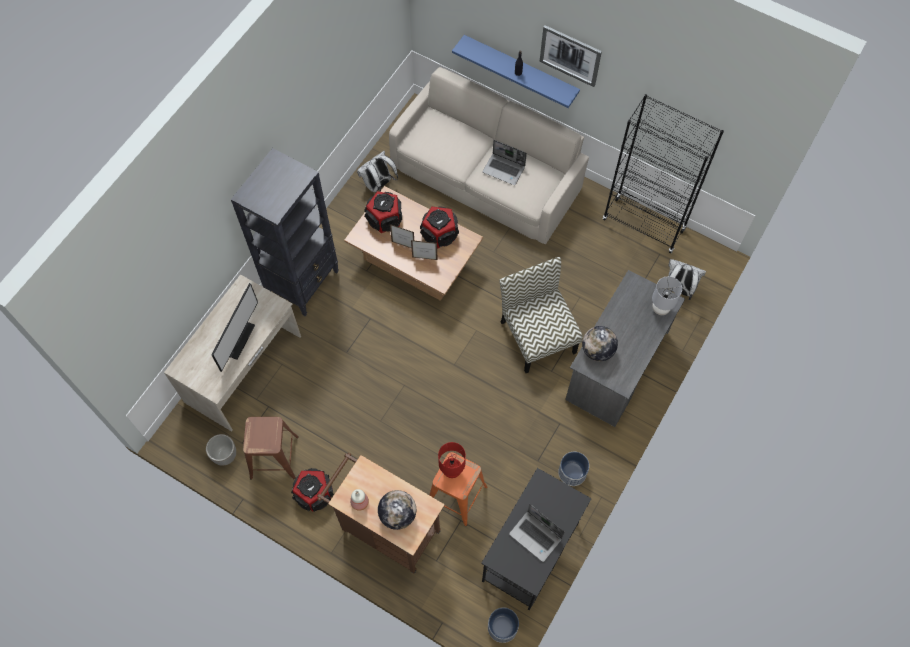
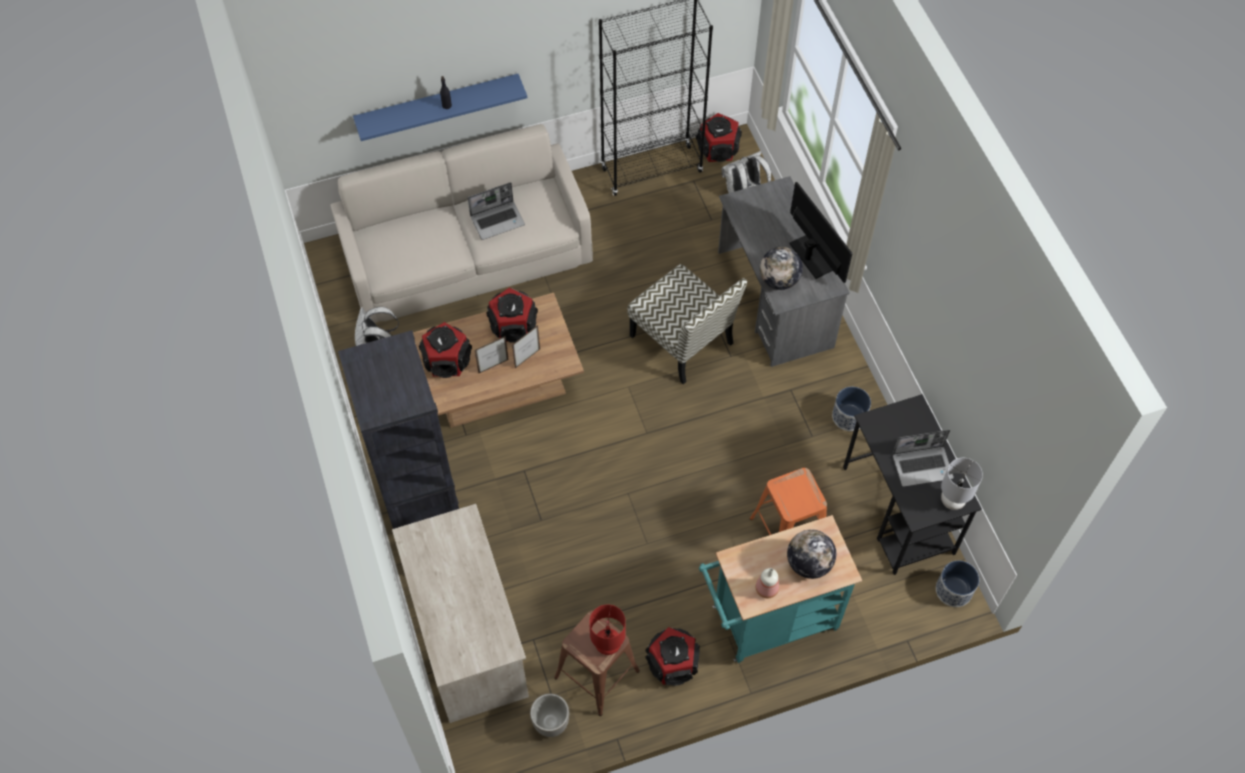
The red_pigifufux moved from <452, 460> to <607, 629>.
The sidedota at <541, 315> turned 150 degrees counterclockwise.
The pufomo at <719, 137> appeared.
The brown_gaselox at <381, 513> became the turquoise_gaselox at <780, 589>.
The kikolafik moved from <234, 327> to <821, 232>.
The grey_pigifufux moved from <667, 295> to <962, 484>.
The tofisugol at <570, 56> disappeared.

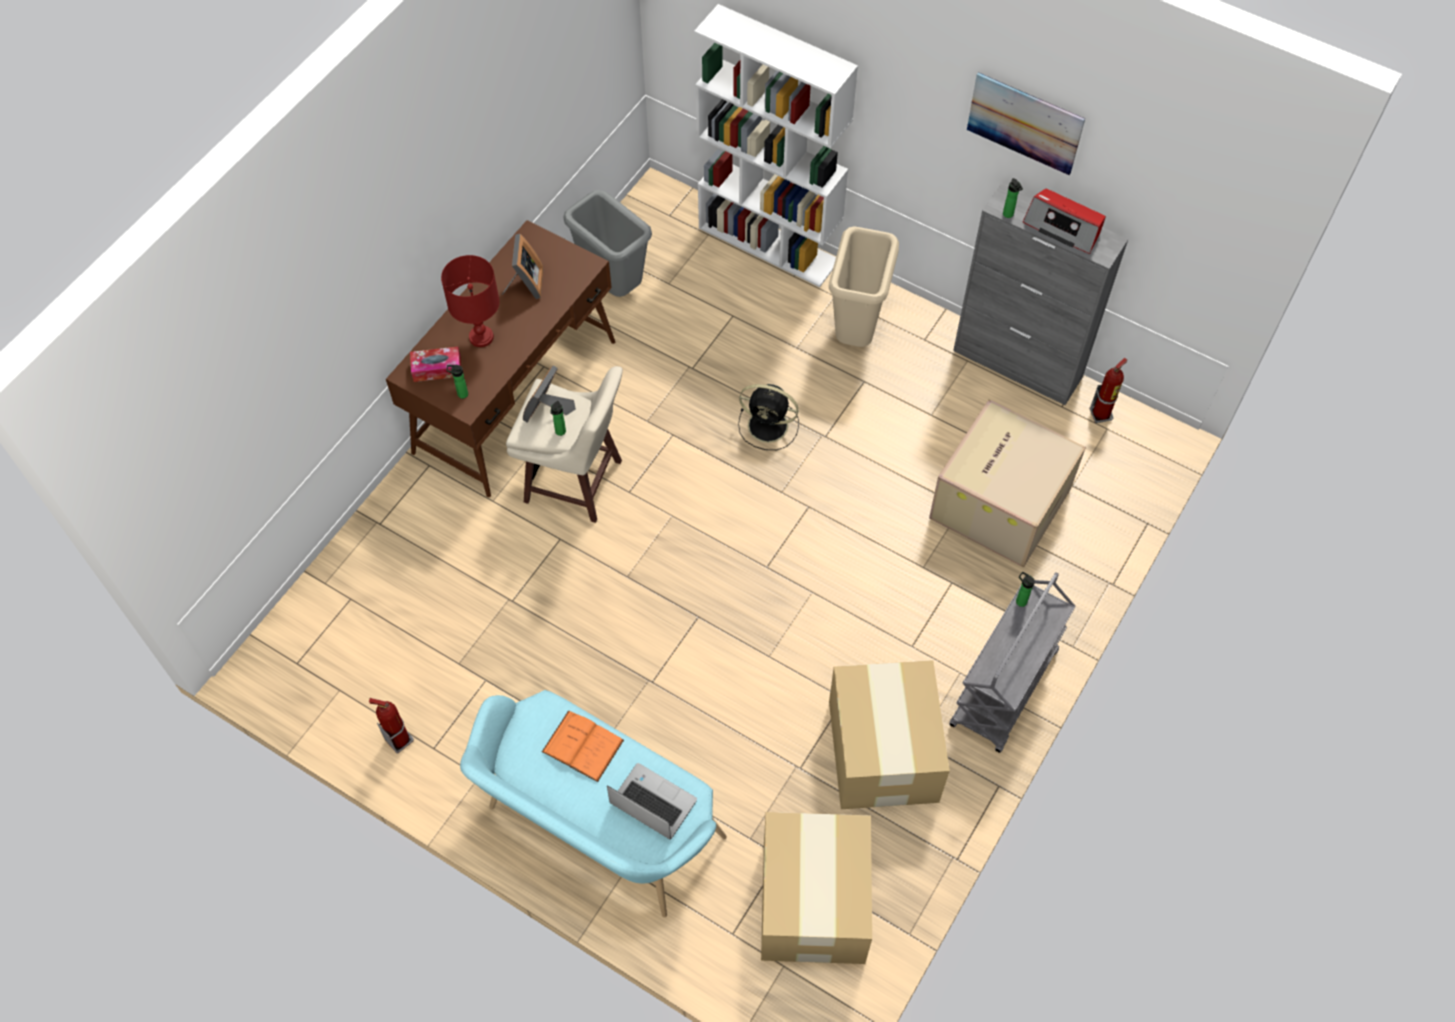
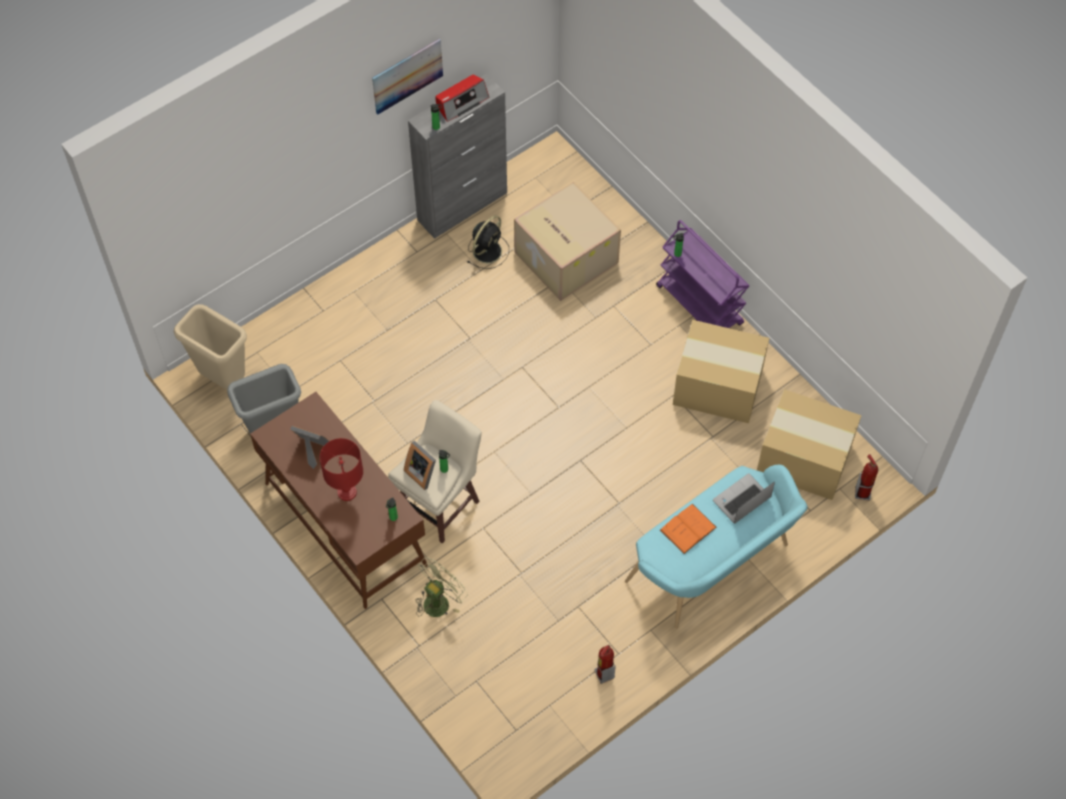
The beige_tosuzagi moved from <864, 286> to <210, 346>.
The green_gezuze at <442, 587> appeared.
The black_gezuze moved from <768, 417> to <488, 242>.
The grey_gaselox at <1012, 662> became the purple_gaselox at <702, 274>.
The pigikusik moved from <1108, 390> to <866, 477>.
The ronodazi at <435, 364> disappeared.
The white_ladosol at <776, 145> disappeared.

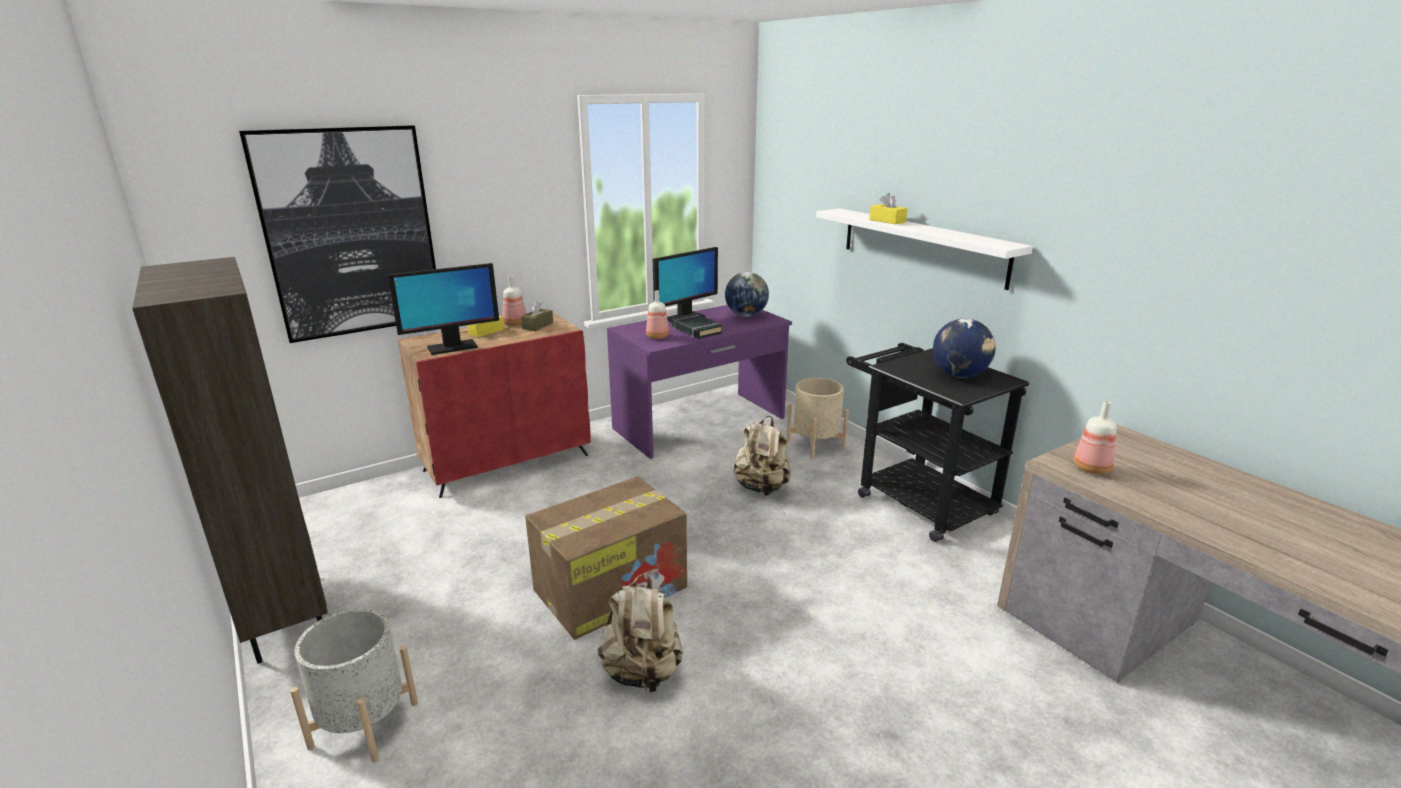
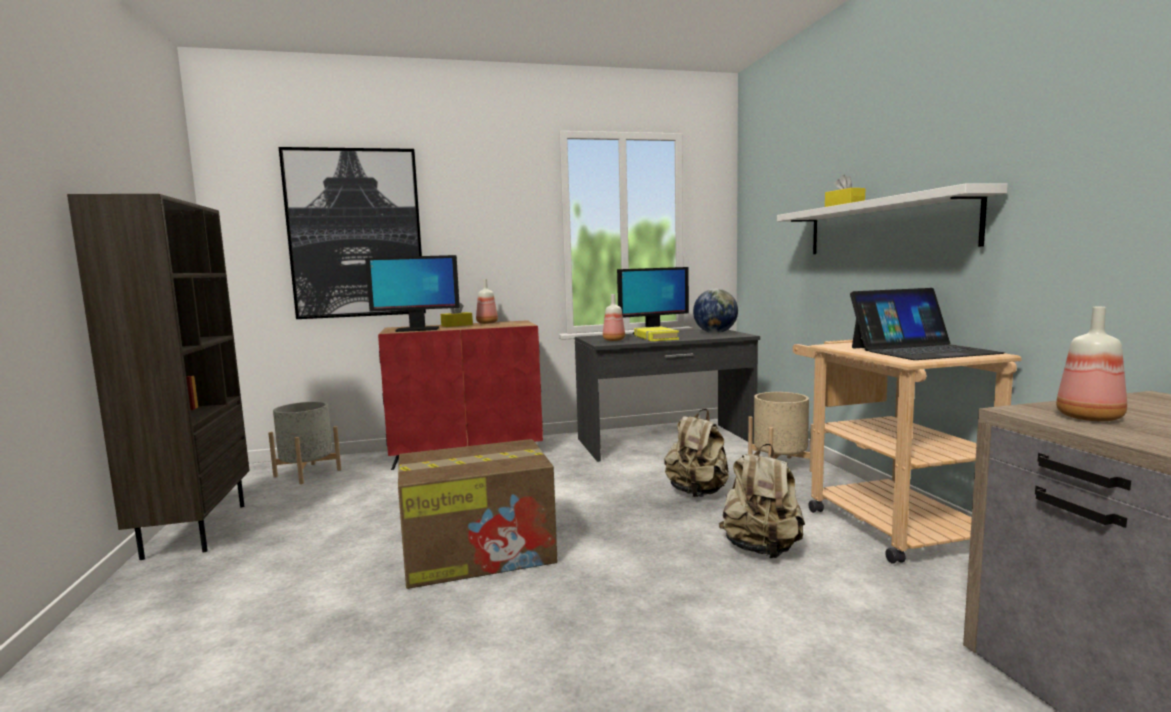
The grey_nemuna moved from <354, 685> to <304, 442>.
The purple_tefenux at <699, 382> became the grey_tefenux at <667, 395>.
The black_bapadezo at <697, 326> became the yellow_bapadezo at <656, 334>.
The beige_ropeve moved from <640, 634> to <762, 501>.
The black_gaselox at <937, 442> became the beige_gaselox at <907, 451>.
The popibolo at <964, 348> was replaced by the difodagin at <927, 324>.
The brown_ronodazi at <537, 316> disappeared.

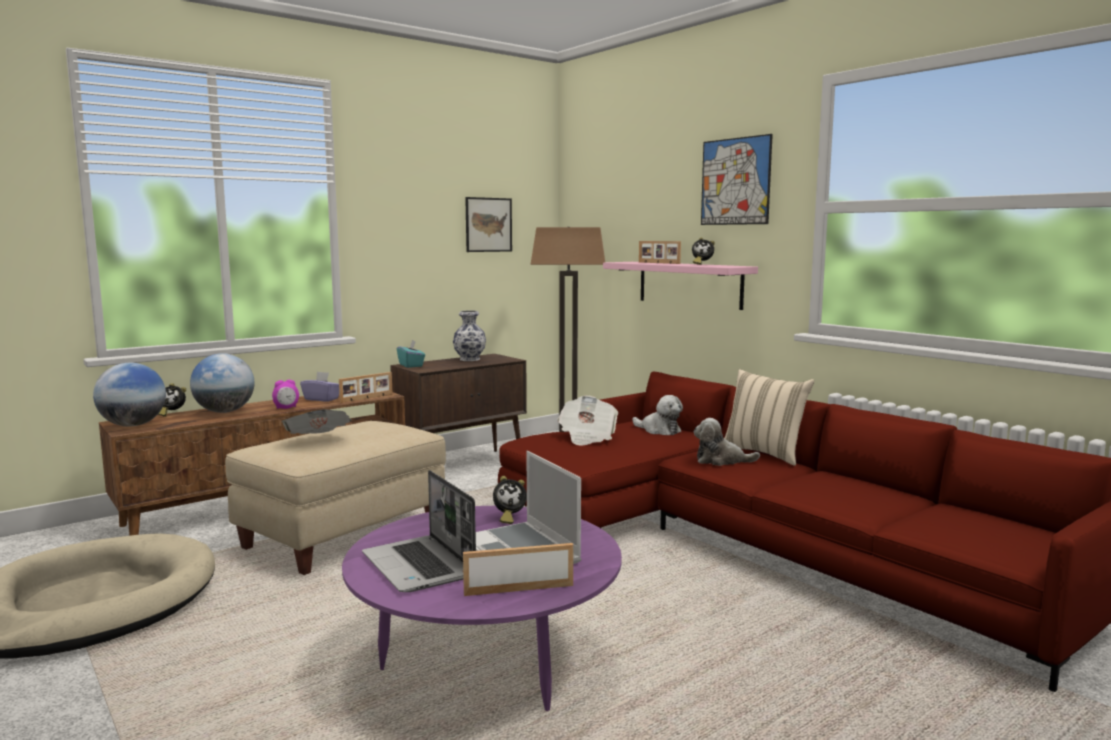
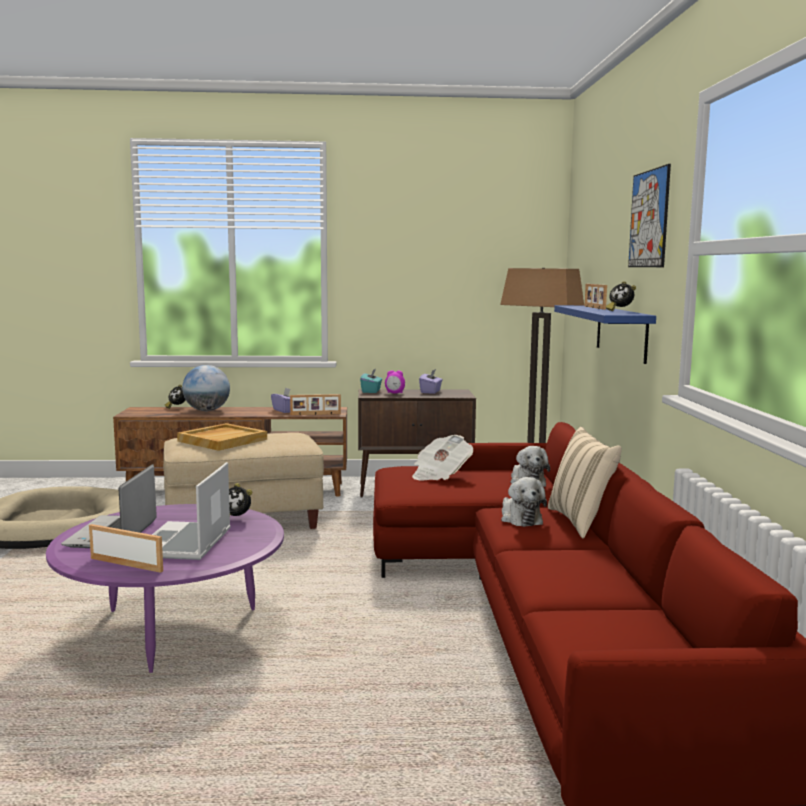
The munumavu at <316, 421> was replaced by the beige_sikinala at <222, 437>.
The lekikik moved from <285, 394> to <395, 381>.
The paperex at <469, 336> was replaced by the purple_ronodazi at <431, 381>.
The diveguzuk at <727, 442> turned 150 degrees counterclockwise.
The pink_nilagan at <680, 286> became the blue_nilagan at <605, 334>.
The popibolo at <129, 395> disappeared.
The tofisugol at <488, 224> disappeared.

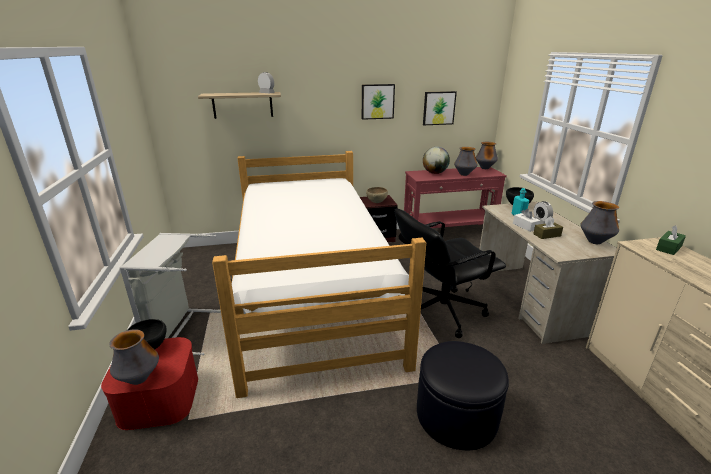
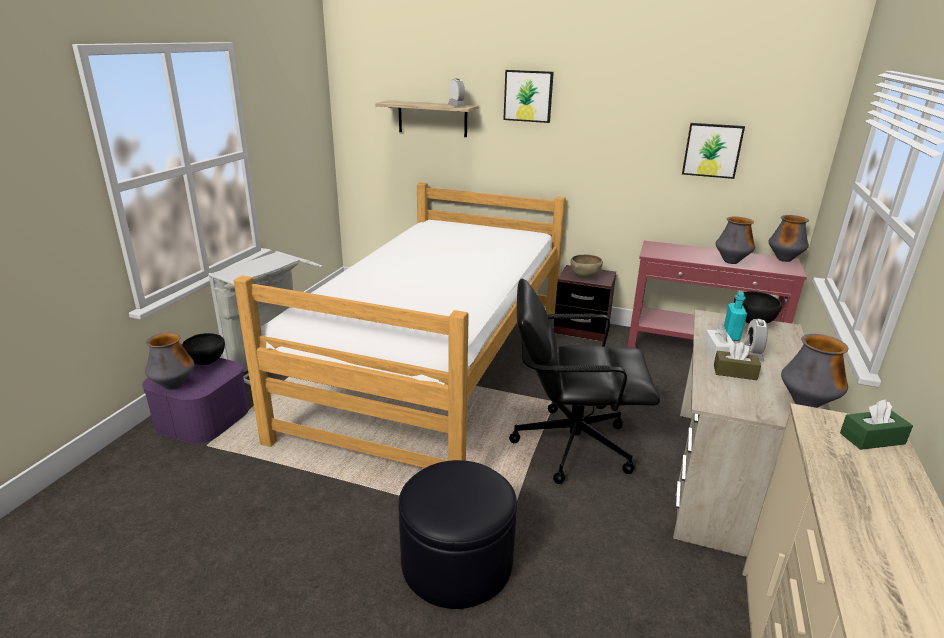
The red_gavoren at <149, 383> became the purple_gavoren at <195, 401>.
The tofisugol moved from <378, 102> to <528, 96>.
The popibolo at <436, 160> disappeared.

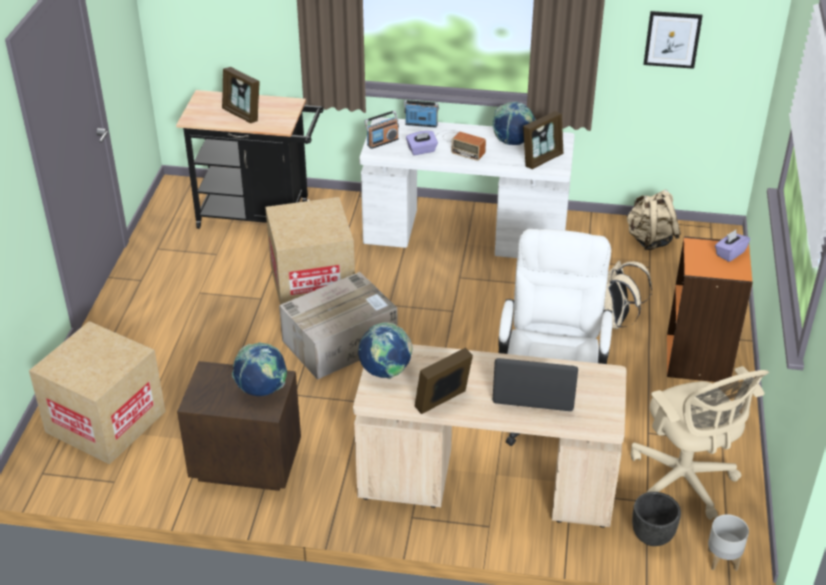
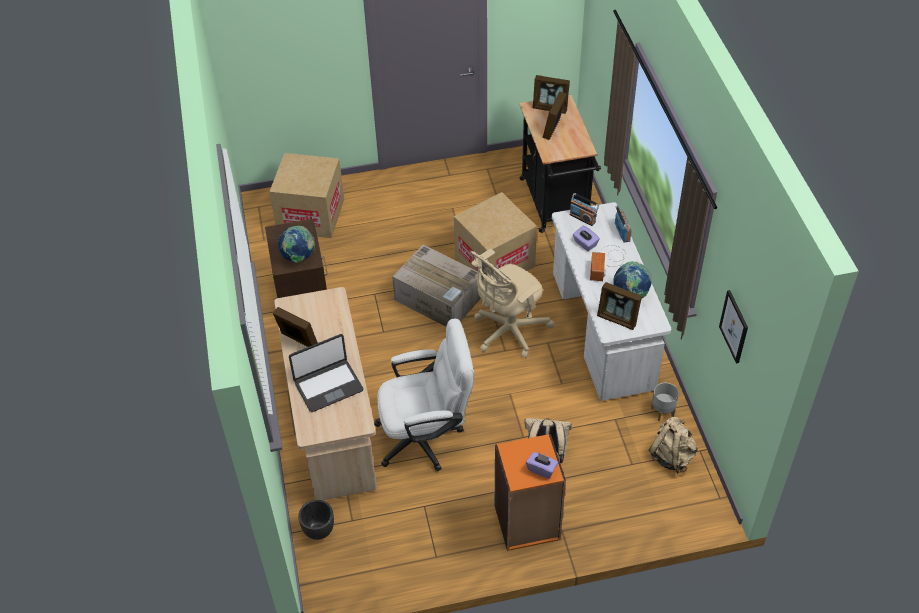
The difodagin at <535, 384> turned 75 degrees clockwise.
The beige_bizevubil moved from <700, 443> to <512, 303>.
The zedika at <551, 94> appeared.
The grey_nemuna moved from <728, 542> to <665, 402>.
The popibolo at <385, 350> disappeared.

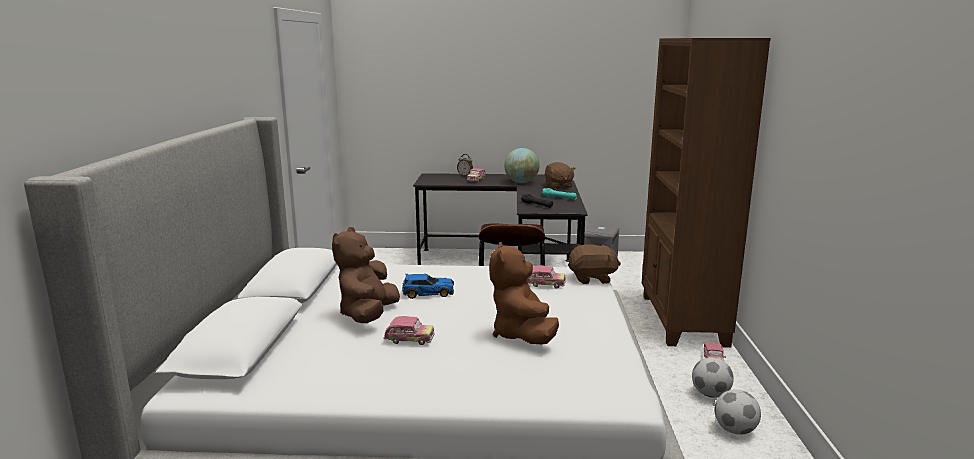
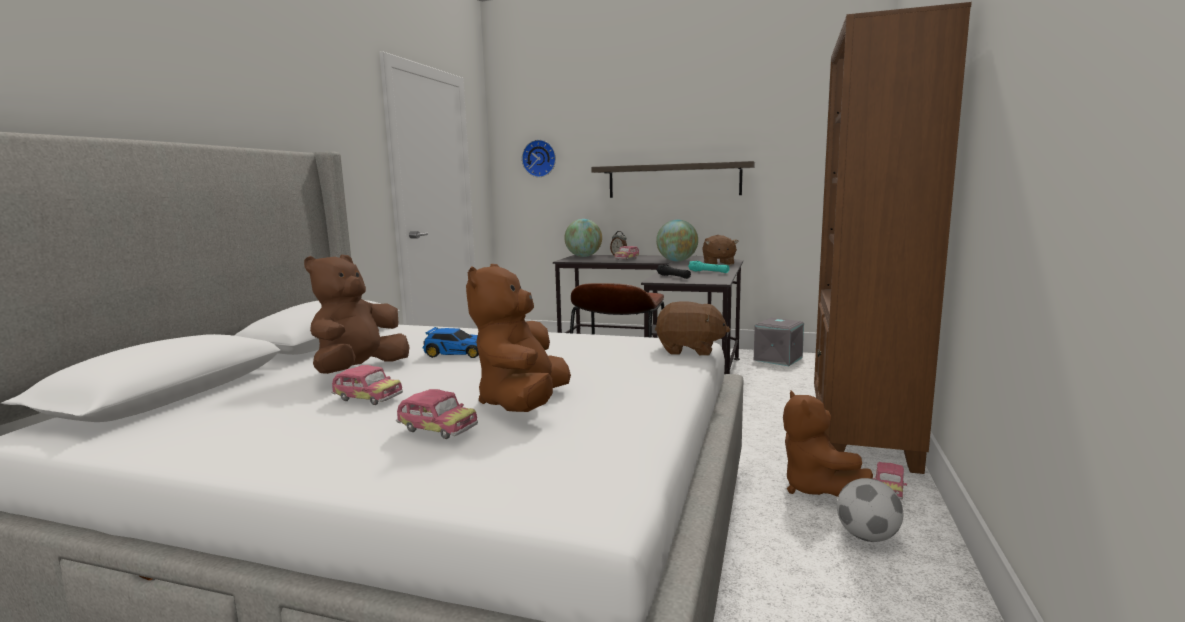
The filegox moved from <546, 276> to <437, 414>.
The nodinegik at <539, 158> appeared.
The popibolo at <583, 238> appeared.
The nilagan at <673, 179> appeared.
The brown_diveguzuk at <828, 444> appeared.
The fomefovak at <737, 412> disappeared.

